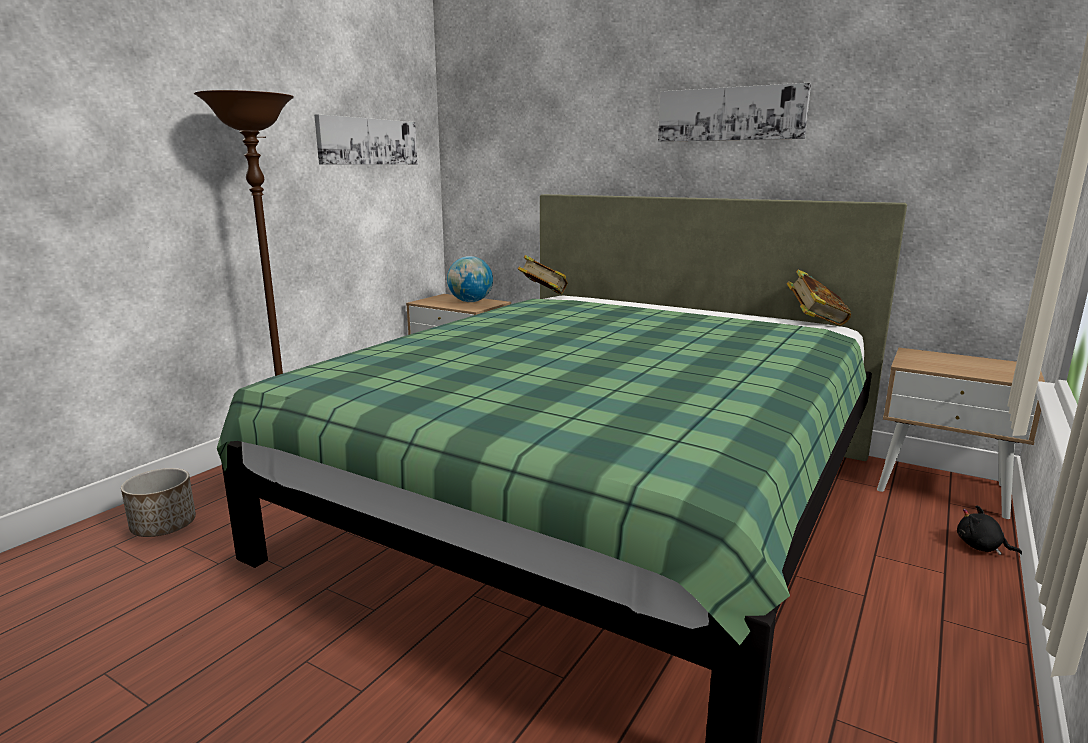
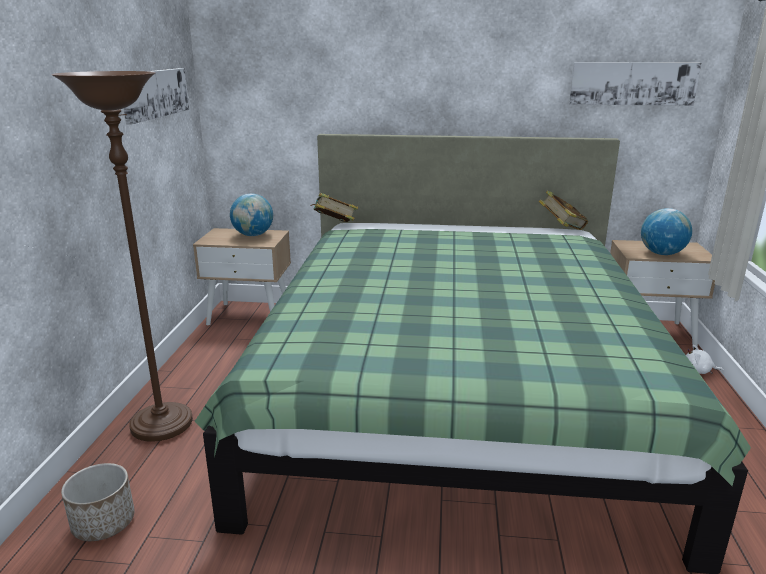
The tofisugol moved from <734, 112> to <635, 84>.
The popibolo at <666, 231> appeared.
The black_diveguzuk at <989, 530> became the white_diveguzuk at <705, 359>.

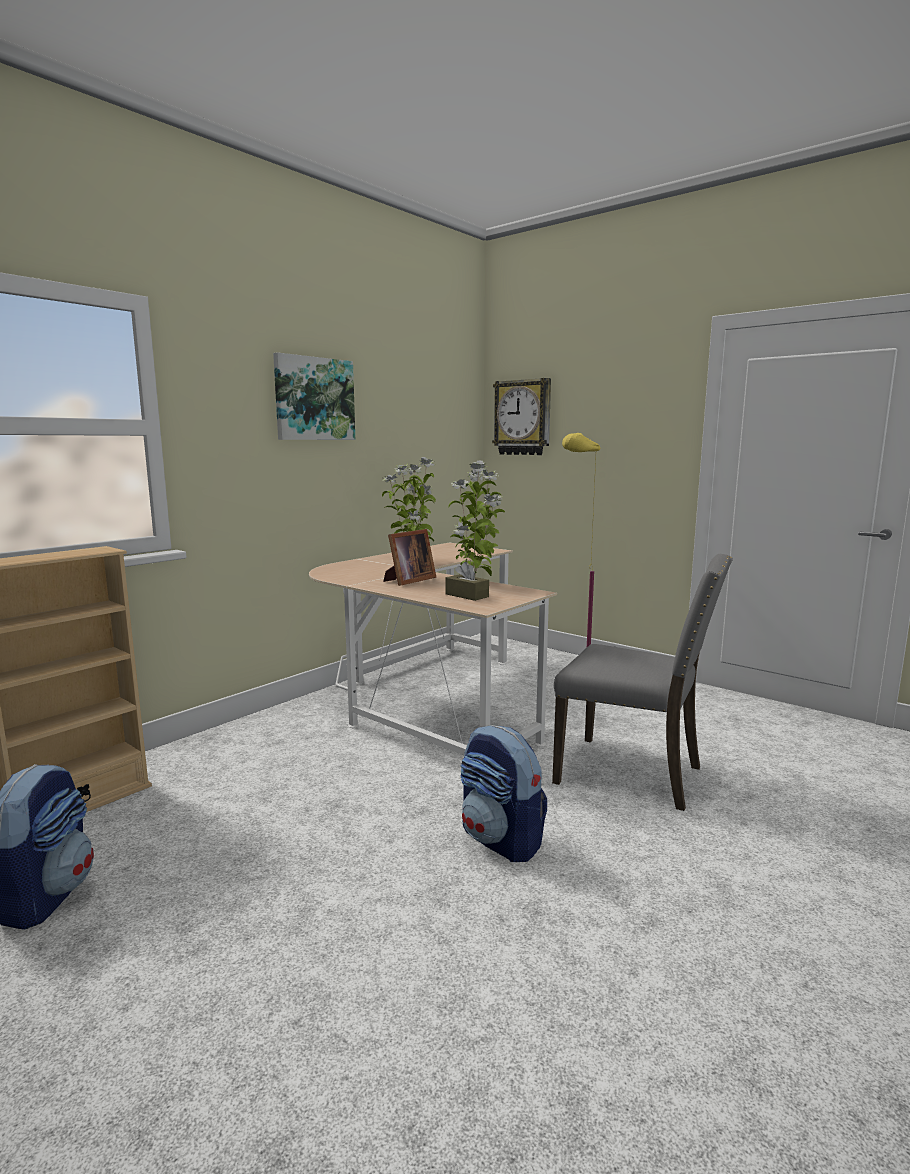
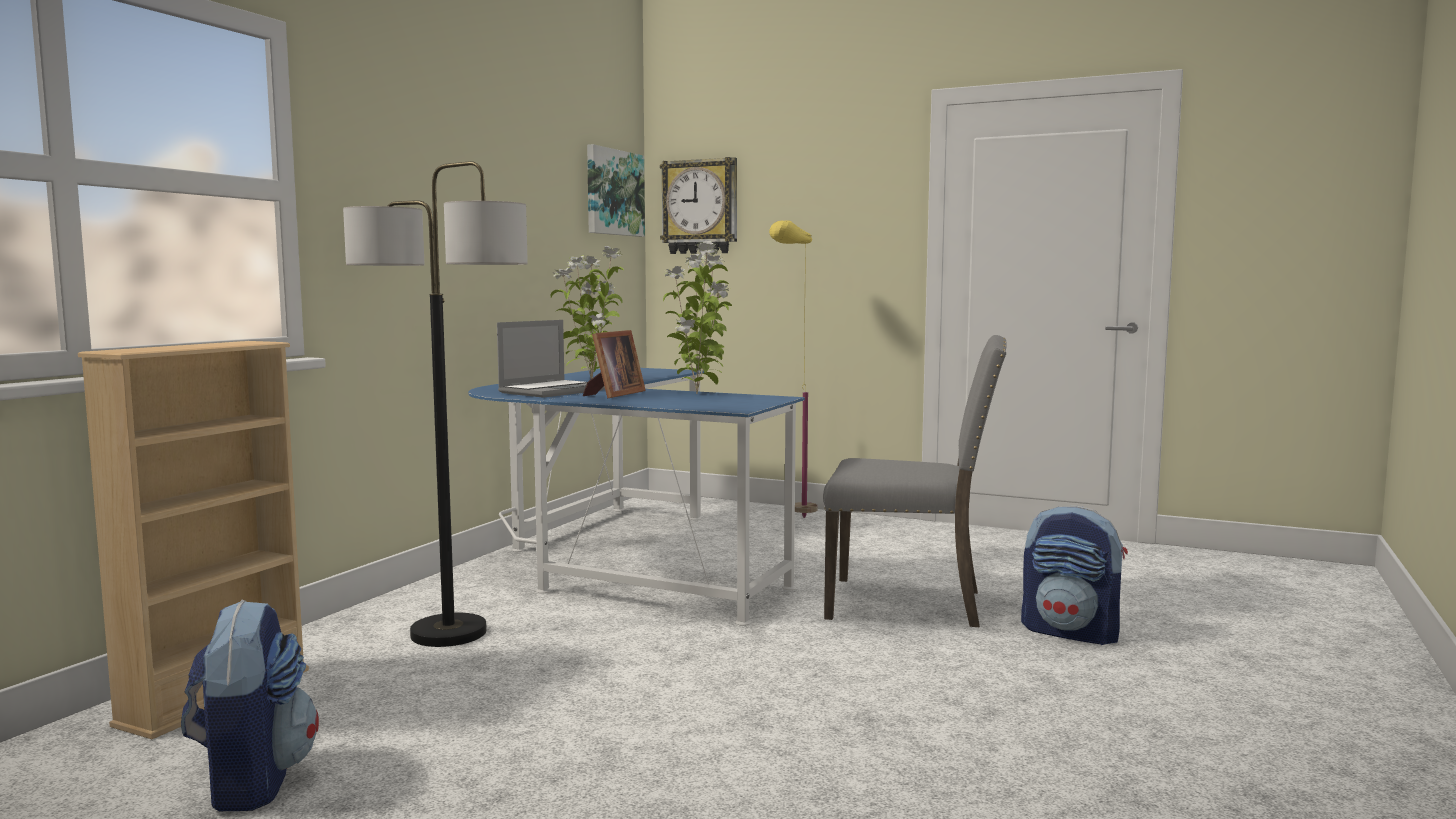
The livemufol at <435, 404> appeared.
The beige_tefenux at <433, 649> became the blue_tefenux at <636, 497>.
The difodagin at <551, 359> appeared.
The tofisugol moved from <314, 396> to <616, 190>.
The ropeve moved from <503, 793> to <1074, 575>.
The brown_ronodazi at <467, 581> disappeared.

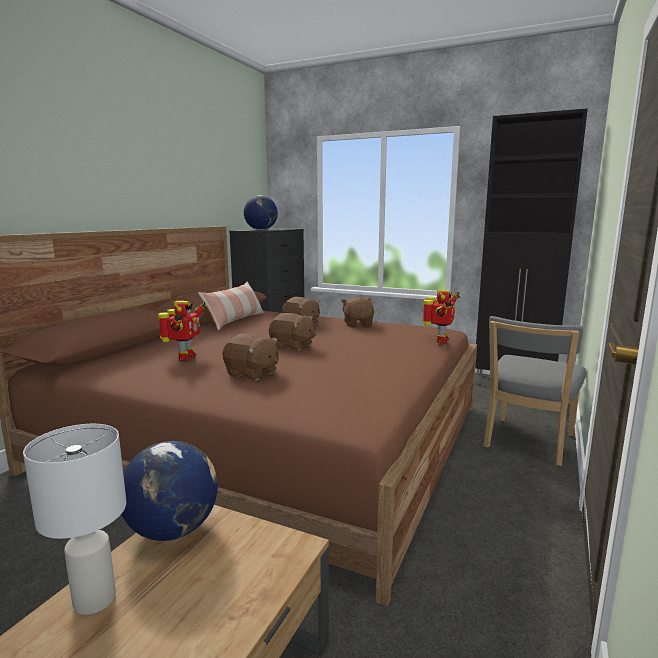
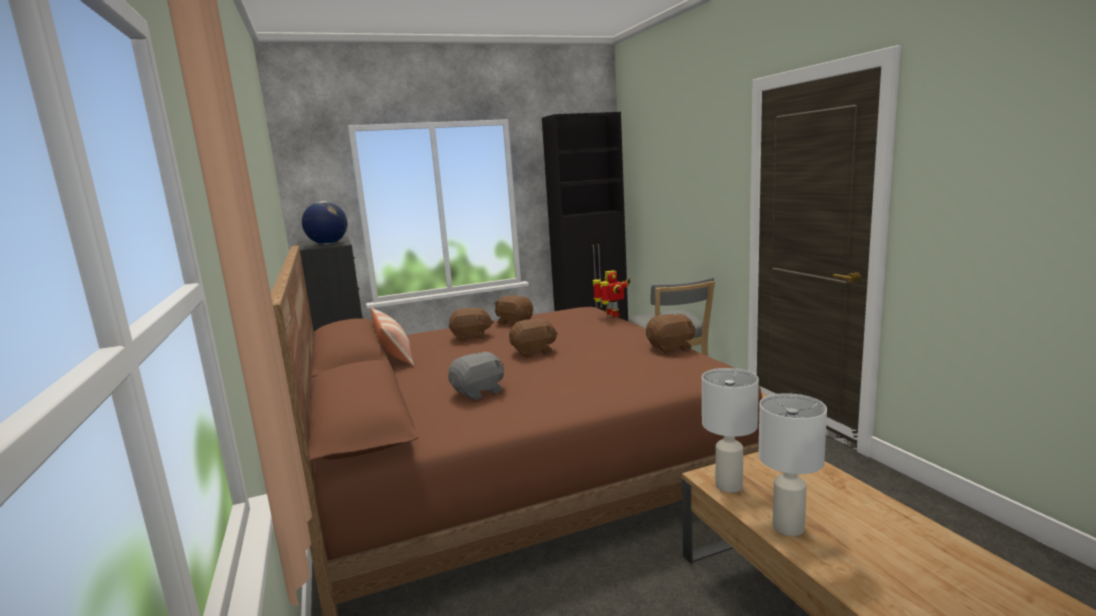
The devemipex at <182, 331> was replaced by the grey_diveguzuk at <476, 376>.
The brown_diveguzuk moved from <250, 357> to <670, 333>.
The popibolo at <169, 491> was replaced by the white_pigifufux at <730, 430>.

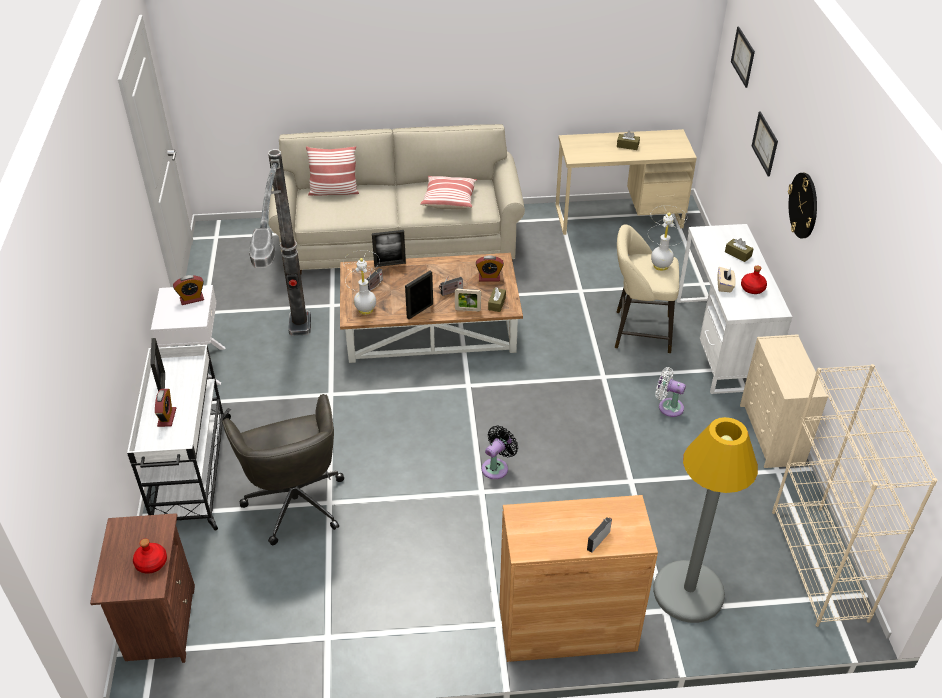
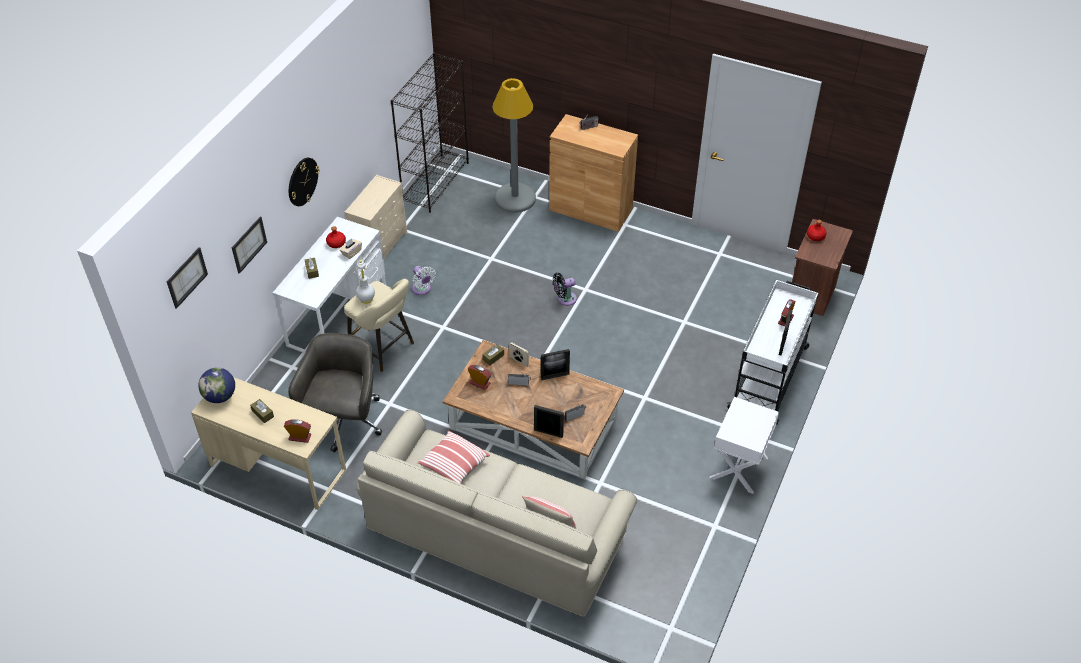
The popibolo at <217, 385> appeared.
The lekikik moved from <188, 290> to <297, 431>.
The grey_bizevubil moved from <283, 469> to <335, 392>.
The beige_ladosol at <855, 495> became the black_ladosol at <430, 133>.
The livemufol at <280, 242> disappeared.
The white_pigifufux at <362, 282> disappeared.

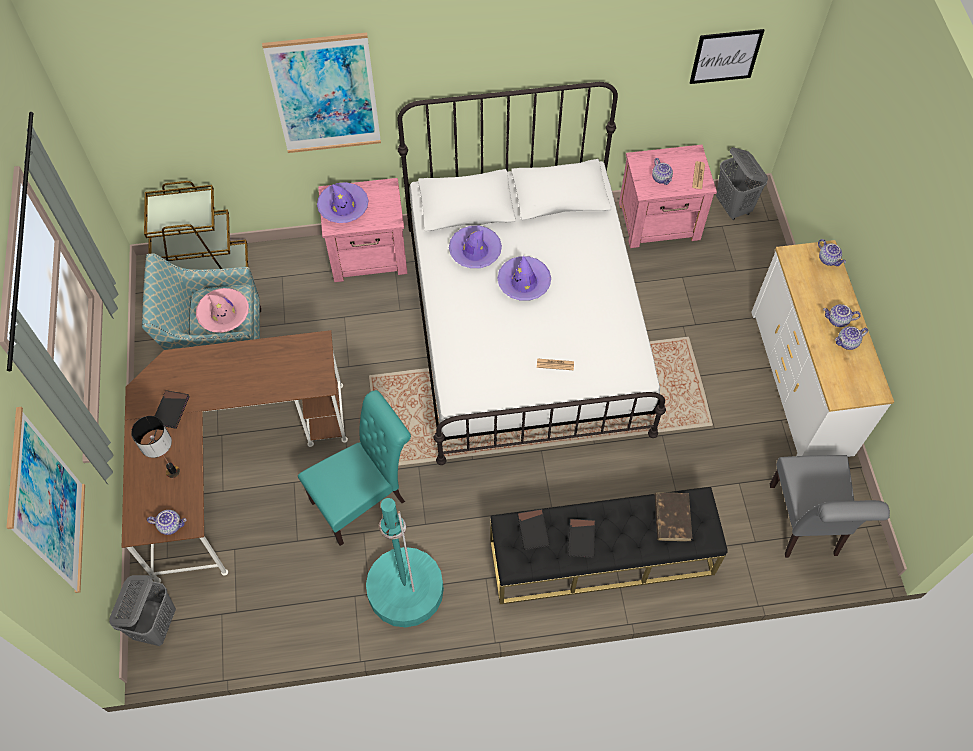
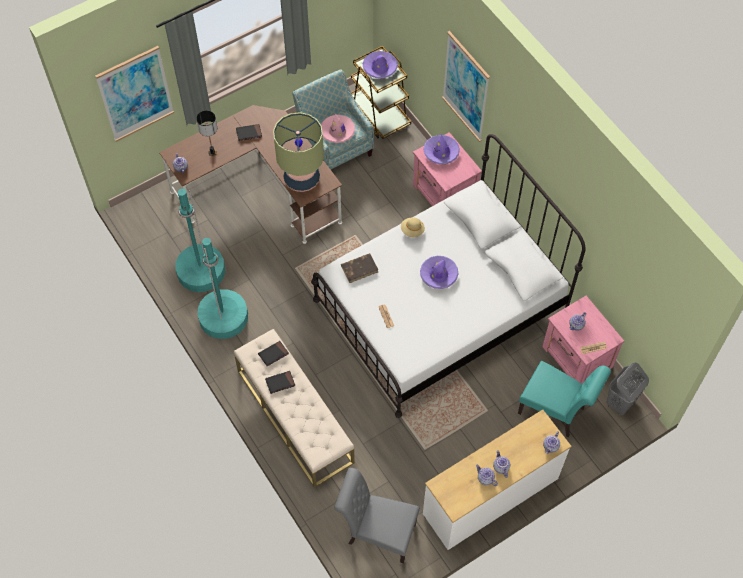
The turquoise_livemufol at <200, 240> appeared.
The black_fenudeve at <609, 545> became the beige_fenudeve at <294, 408>.
The pigifufux at <298, 152> appeared.
The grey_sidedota at <830, 506> turned 45 degrees clockwise.
The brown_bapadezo moved from <673, 517> to <359, 268>.
The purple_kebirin moved from <475, 247> to <380, 65>.
The beige_kebirin at <413, 227> appeared.
The turquoise_sidedota moved from <354, 468> to <564, 399>.
The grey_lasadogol at <142, 610> disappeared.
The tofisugol at <727, 56> disappeared.

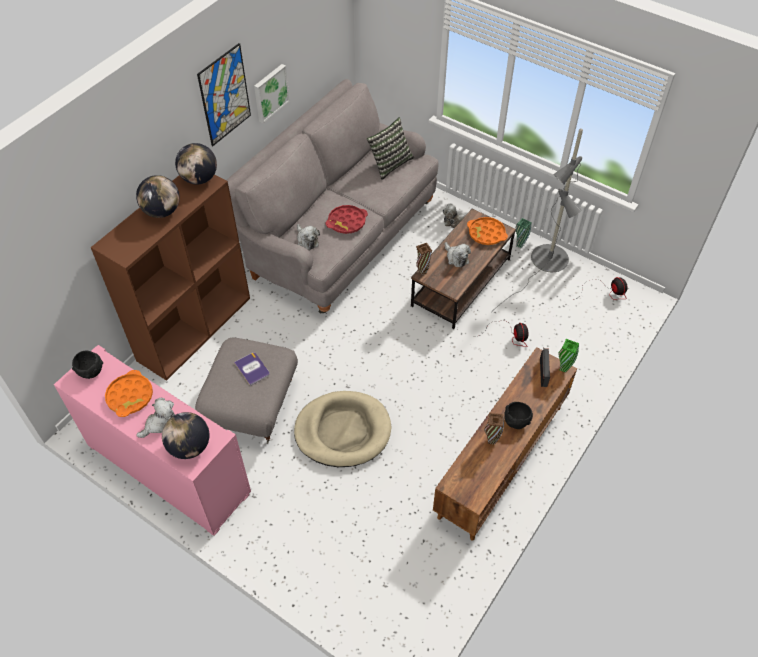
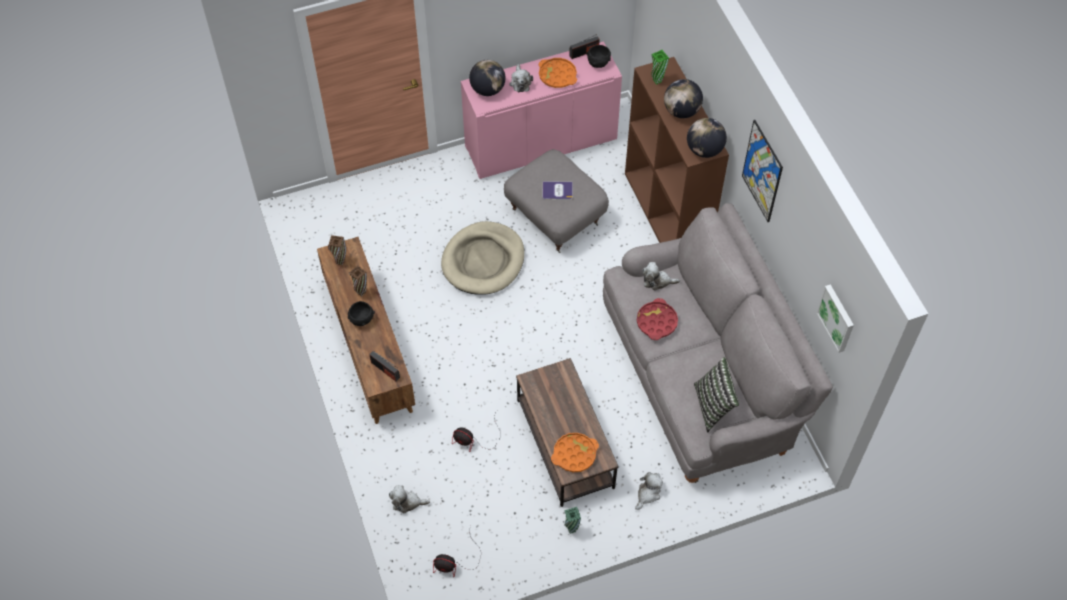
The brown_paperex moved from <424, 259> to <337, 250>.
The diveguzuk moved from <458, 255> to <409, 499>.
The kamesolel at <584, 46> appeared.
The green_paperex moved from <568, 355> to <660, 67>.
The tofisugol moved from <272, 93> to <835, 318>.
The grey_livemufol at <537, 220> disappeared.

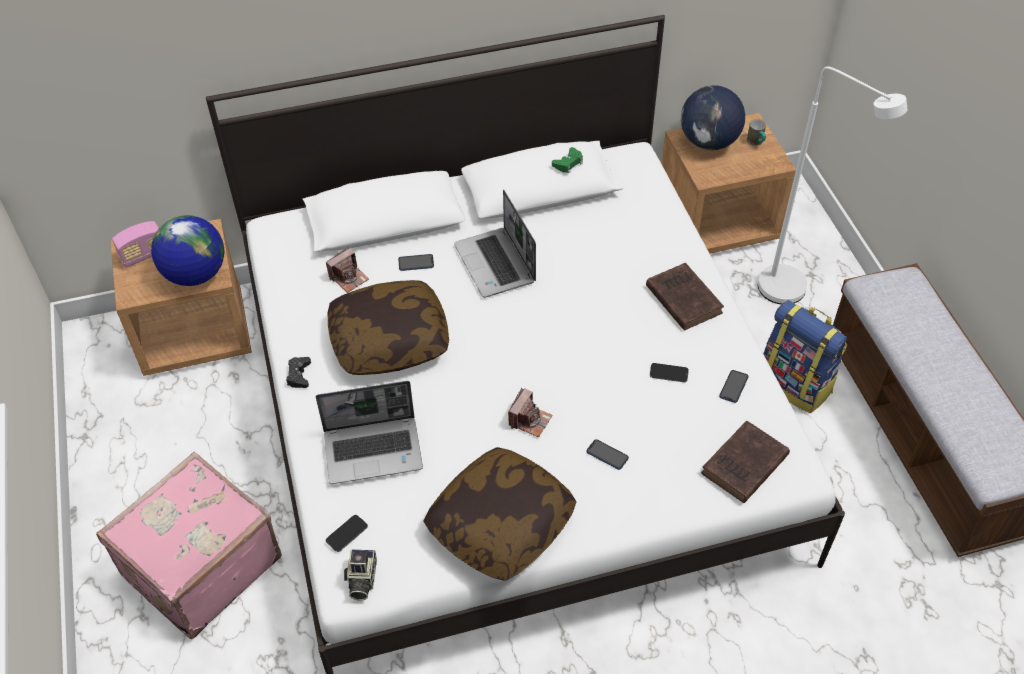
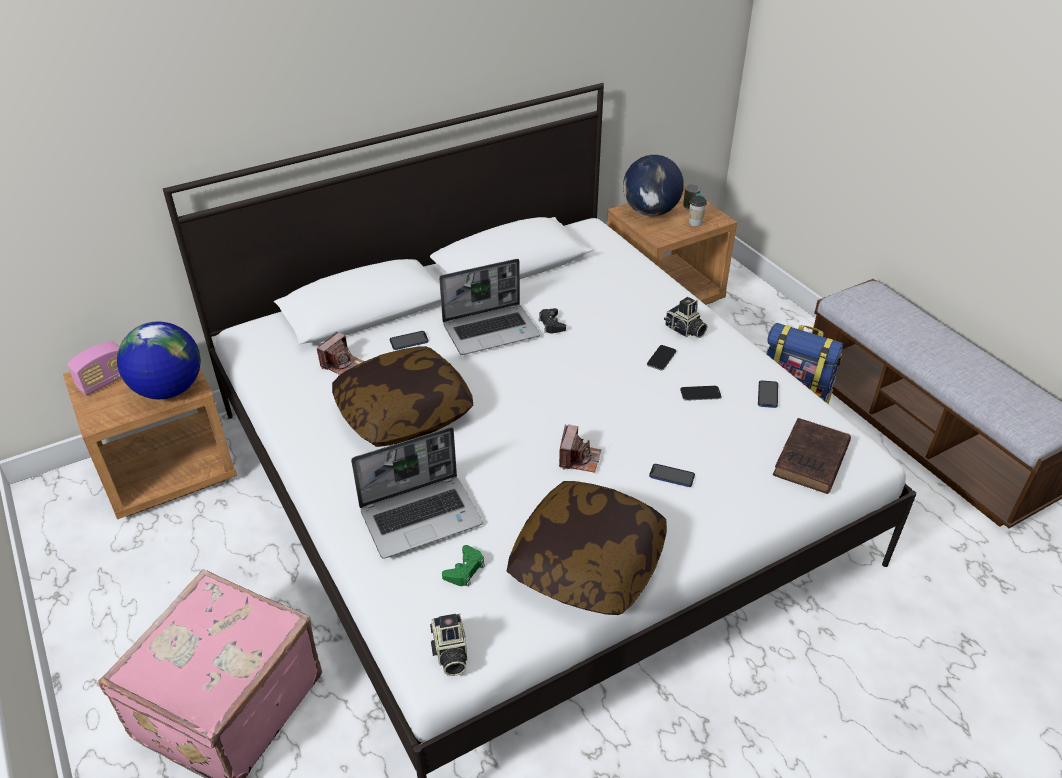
The difodagin at <495, 244> turned 75 degrees counterclockwise.
The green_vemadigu moved from <567, 160> to <463, 566>.
The black_vemadigu moved from <298, 372> to <552, 320>.
The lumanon moved from <347, 533> to <661, 358>.
The brown_bapadezo at <685, 296> was replaced by the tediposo at <685, 317>.
The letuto at <698, 211> appeared.
The white_livemufol at <833, 185> disappeared.

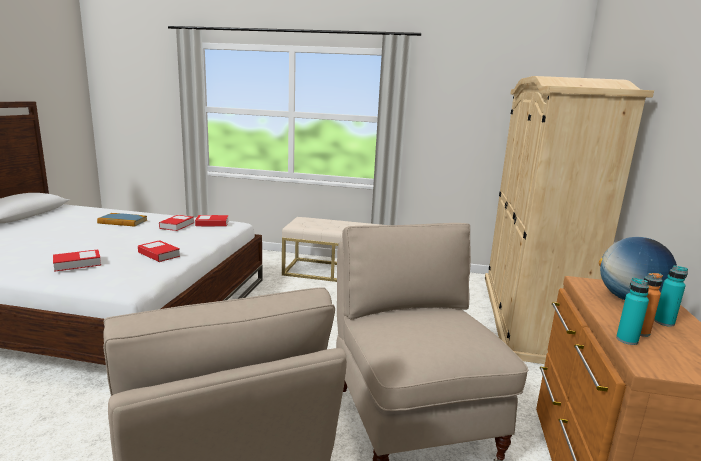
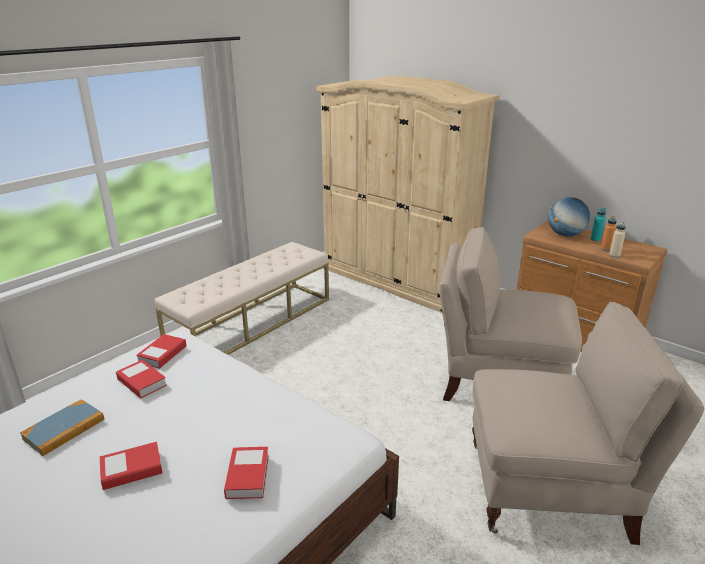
The bapadezo moved from <159, 251> to <131, 466>.
The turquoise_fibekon at <632, 311> became the beige_fibekon at <617, 240>.

